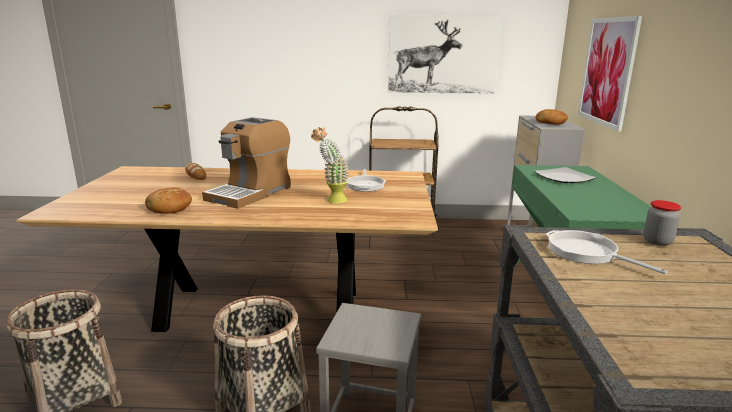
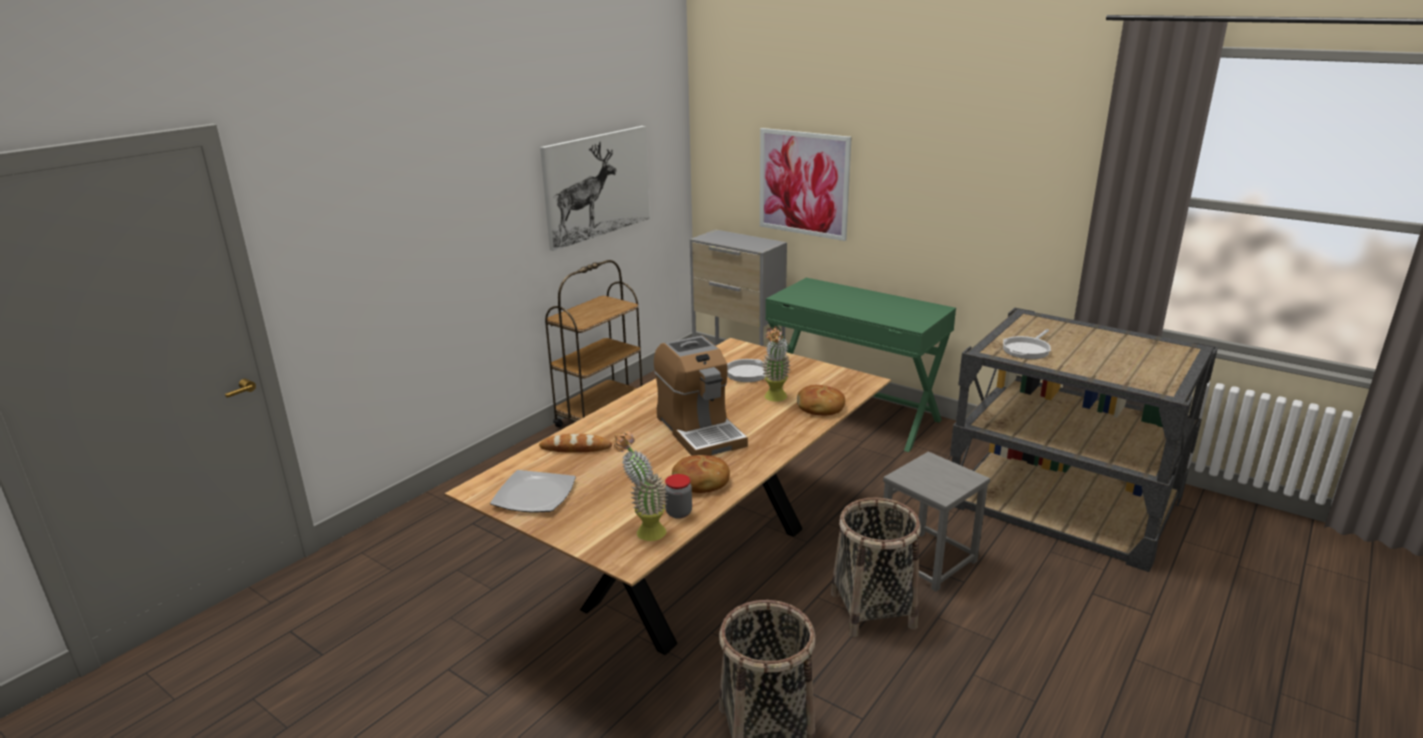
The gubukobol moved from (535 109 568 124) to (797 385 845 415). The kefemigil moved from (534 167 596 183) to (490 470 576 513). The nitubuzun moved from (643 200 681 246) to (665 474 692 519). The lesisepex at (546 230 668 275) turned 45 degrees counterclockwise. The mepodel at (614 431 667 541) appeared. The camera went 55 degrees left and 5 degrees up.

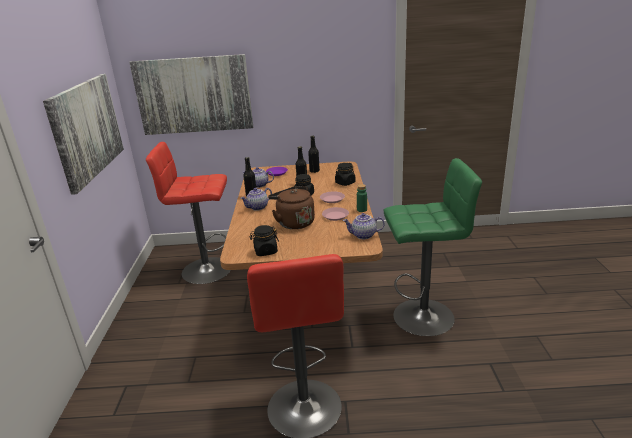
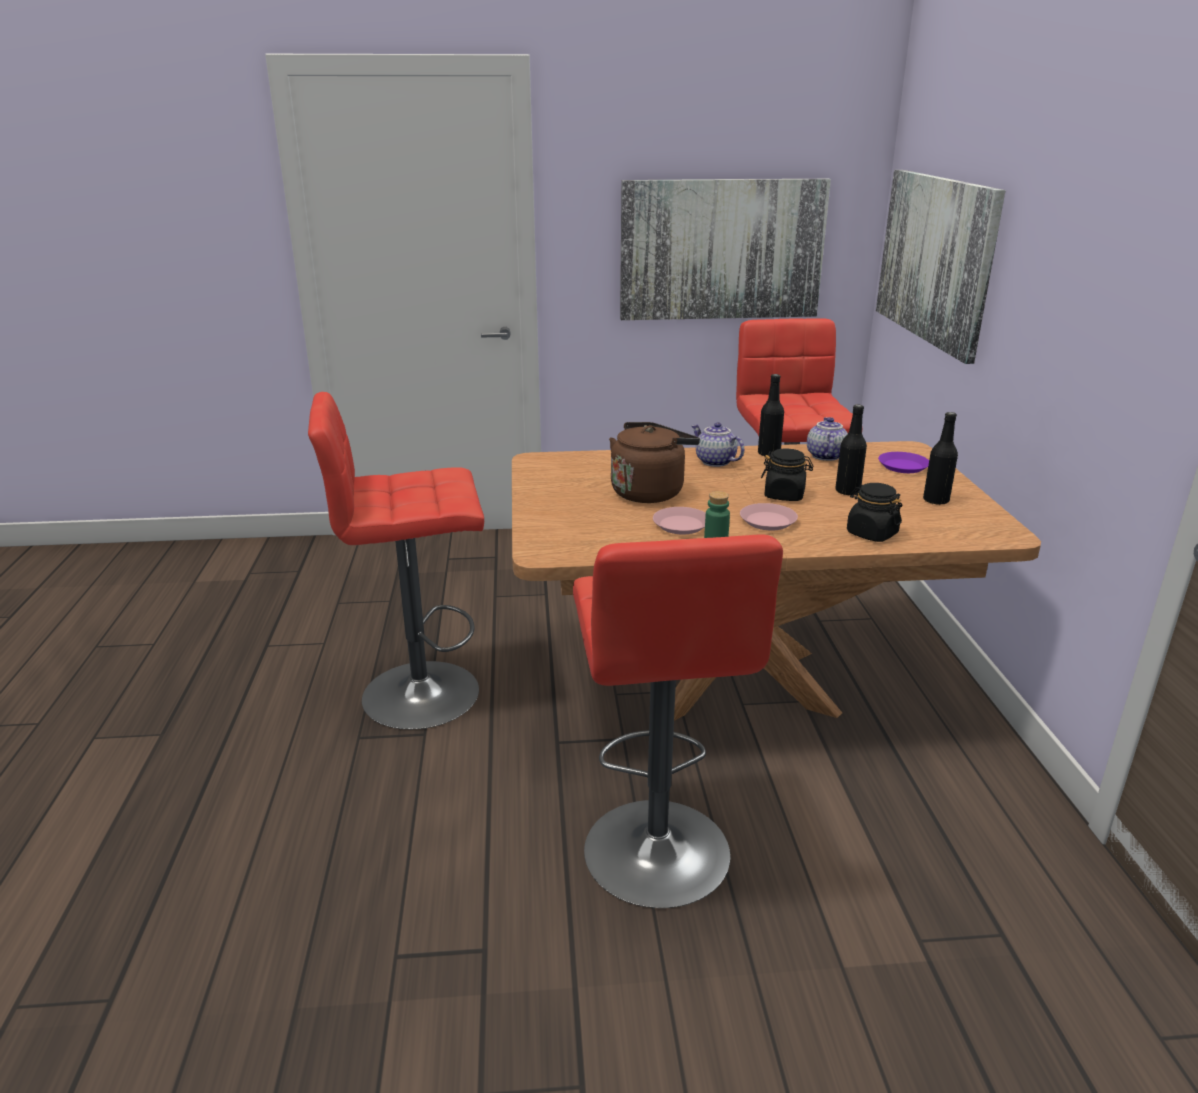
The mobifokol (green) at (384 158 482 336) became the mobifokol (red) at (573 534 783 908). The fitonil at (343 213 385 239) disappeared. The nitubuzun (black) at (249 225 279 256) disappeared. The camera went 85 degrees right and 0 degrees up.

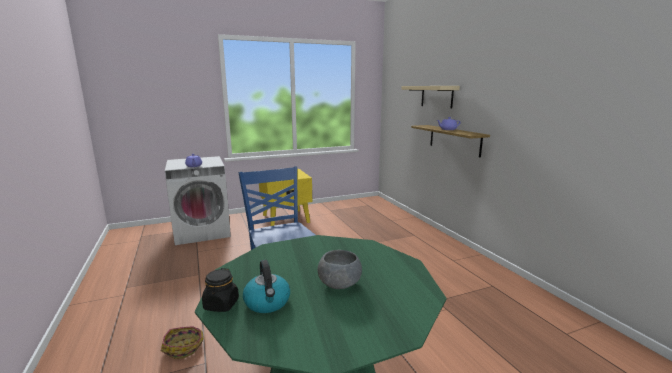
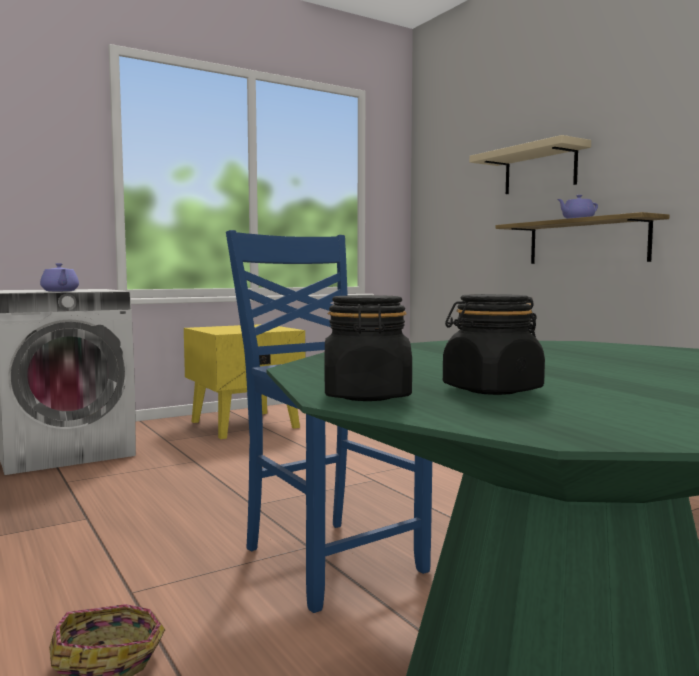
The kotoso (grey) at (318 250 362 289) disappeared. The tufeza at (243 260 290 313) was replaced by the nitubuzun (black) at (443 294 545 395). The camera went 10 degrees left and 10 degrees down.

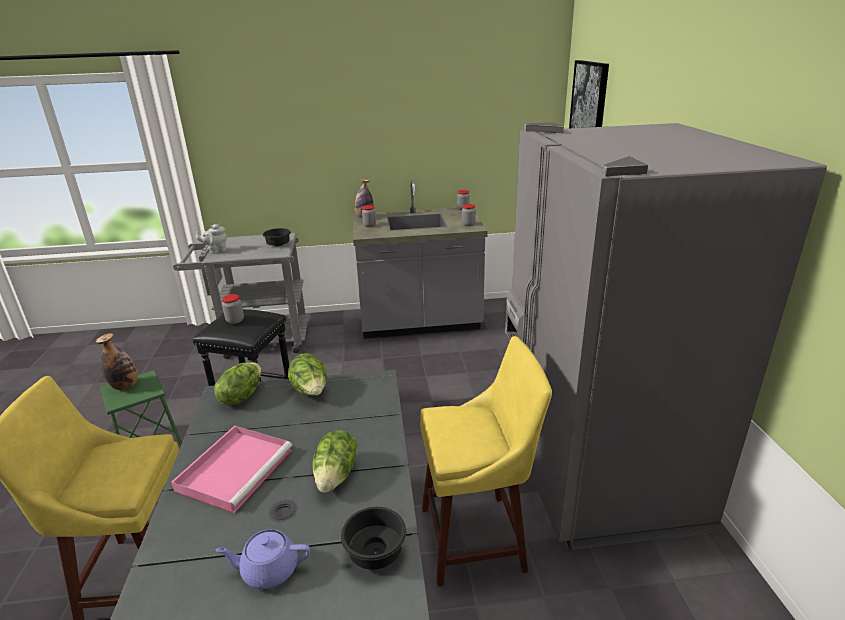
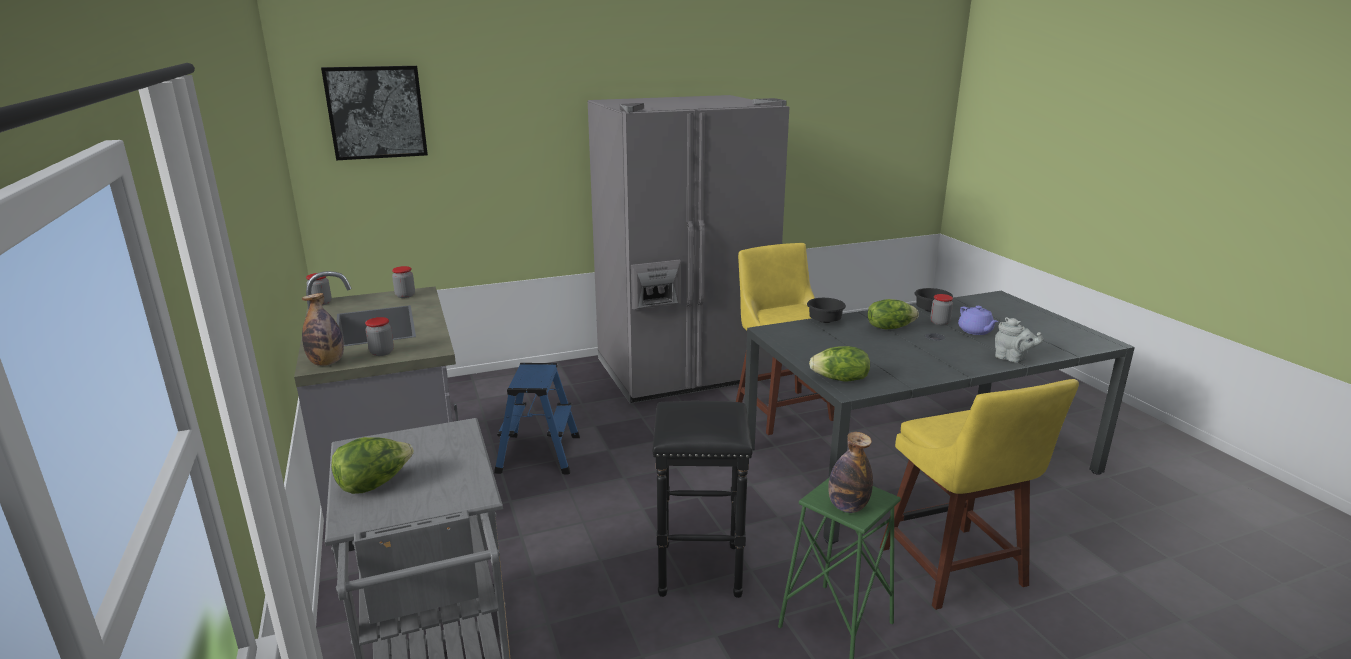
The fitonil (grey) moved from (196 224 227 254) to (995 317 1044 363). The kotoso (black) moved from (263 228 291 246) to (807 298 846 323). The nitubuzun moved from (222 294 244 324) to (930 294 953 326). The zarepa moved from (288 353 327 396) to (331 437 414 494). The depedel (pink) at (171 426 292 513) disappeared. The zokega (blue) at (494 363 580 475) appeared. The camera went 105 degrees left and 5 degrees down.

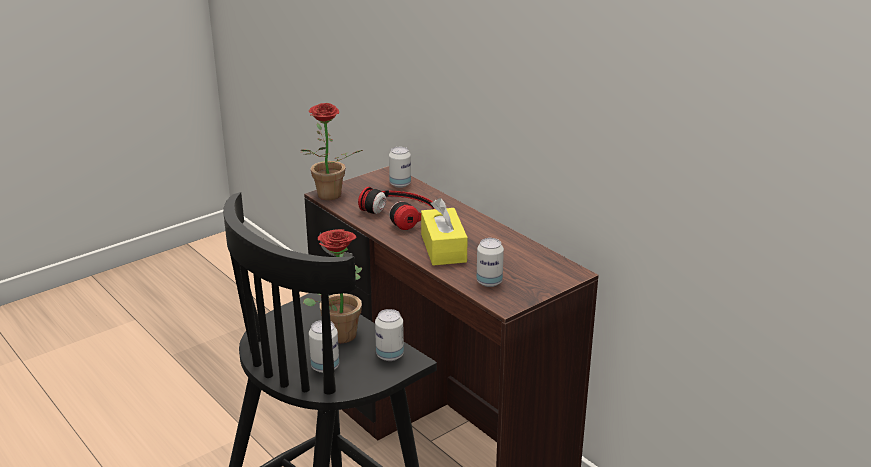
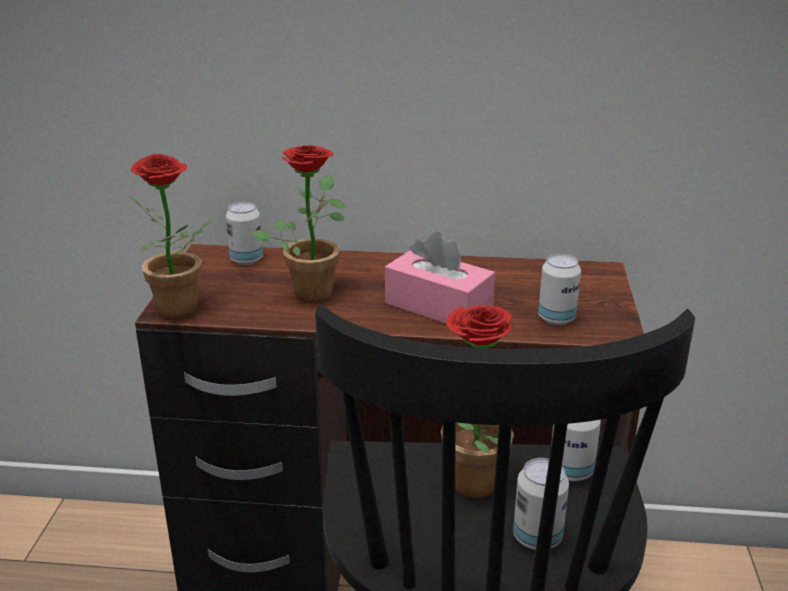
The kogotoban at (358 187 435 230) was replaced by the mepodel at (251 145 346 303). The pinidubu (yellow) at (421 198 468 266) became the pinidubu (pink) at (385 232 495 323). The camera went 45 degrees left and 0 degrees up.

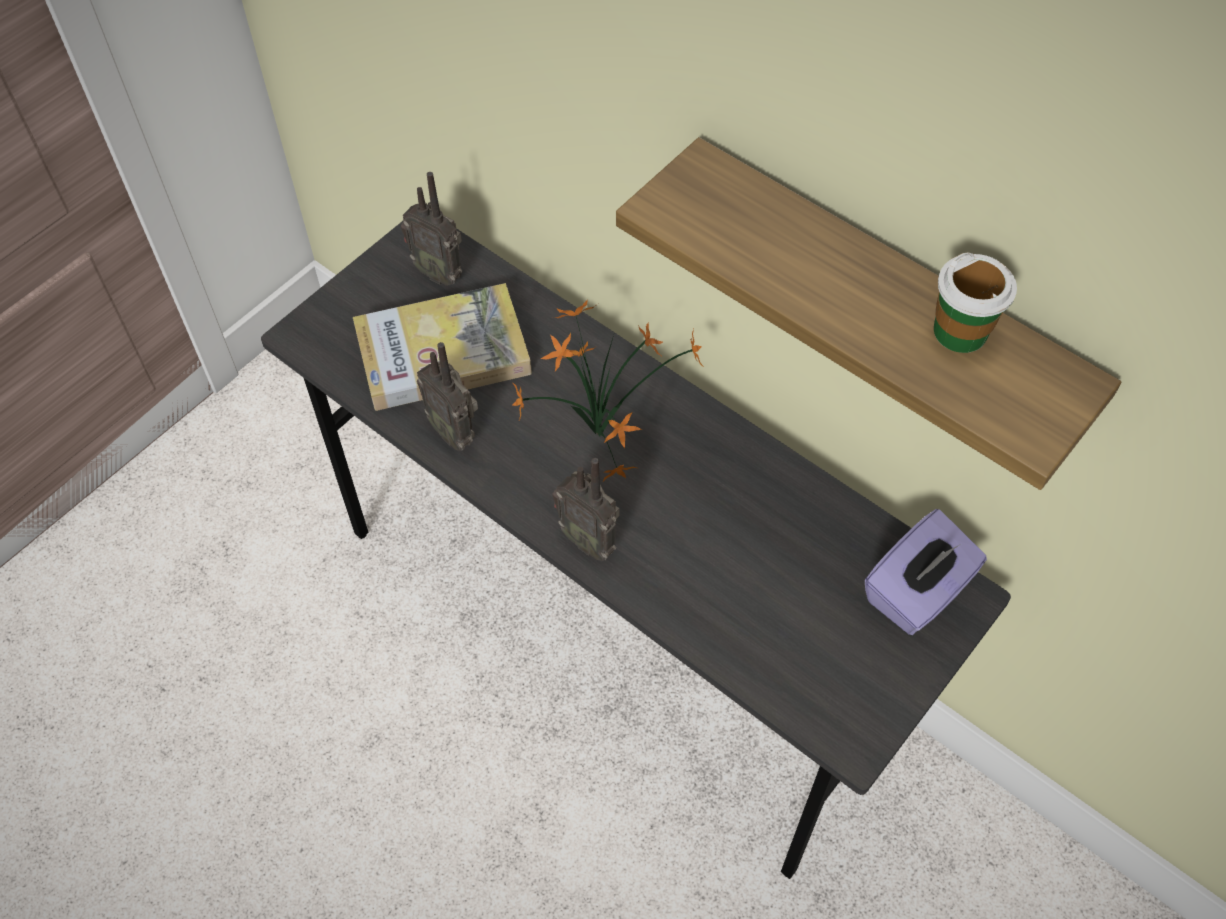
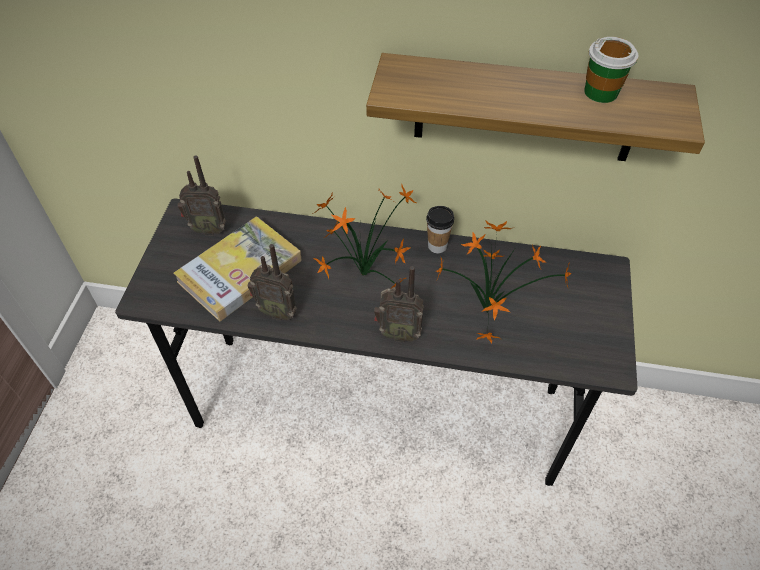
The pinidubu (purple) at (865 509 987 635) disappeared. The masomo at (426 206 454 253) appeared. The mepodel at (435 220 571 343) appeared. The camera went 30 degrees left and 5 degrees down.

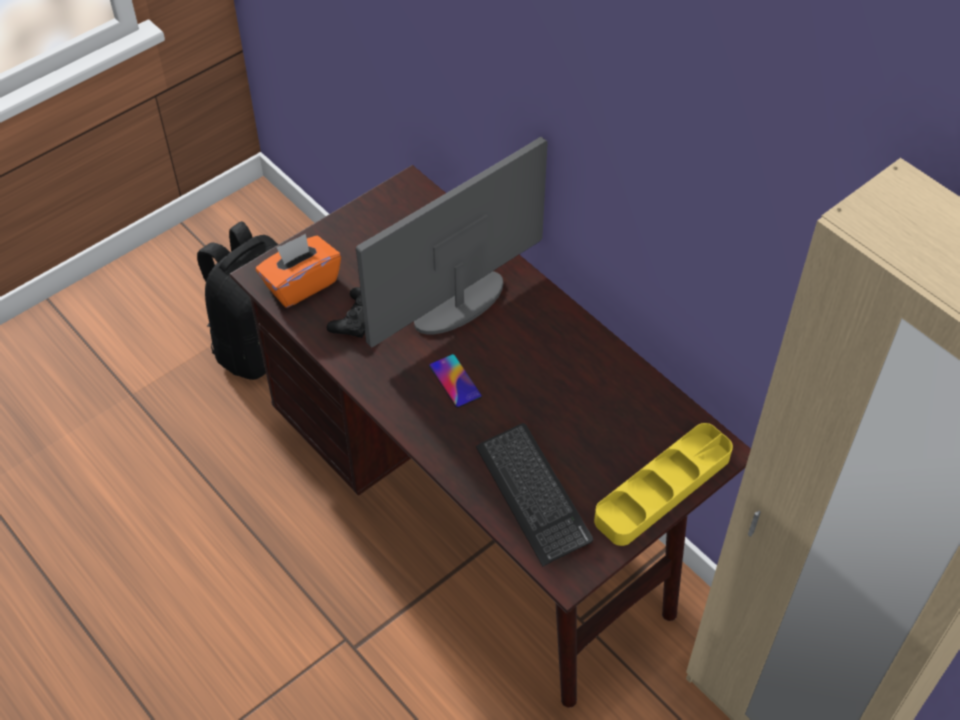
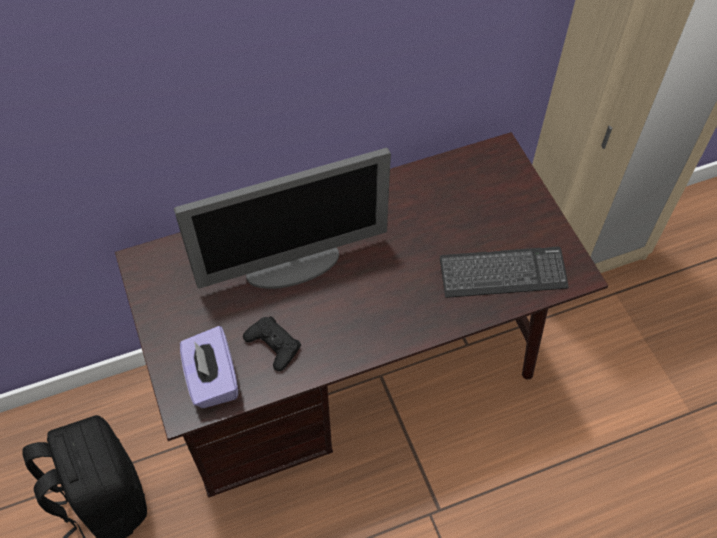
The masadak at (356 137 548 348) turned 90 degrees counterclockwise. The pinidubu (orange) at (256 234 341 308) became the pinidubu (purple) at (180 326 238 408). The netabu at (429 354 482 408) disappeared. The depedel (yellow) at (594 423 733 546) disappeared. The camera went 70 degrees left and 5 degrees up.

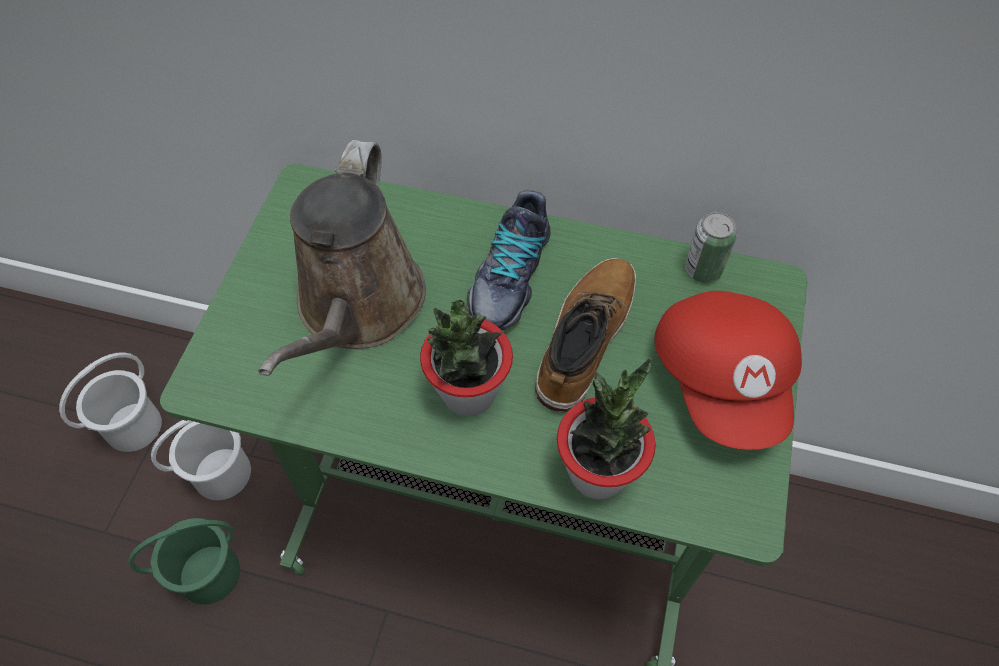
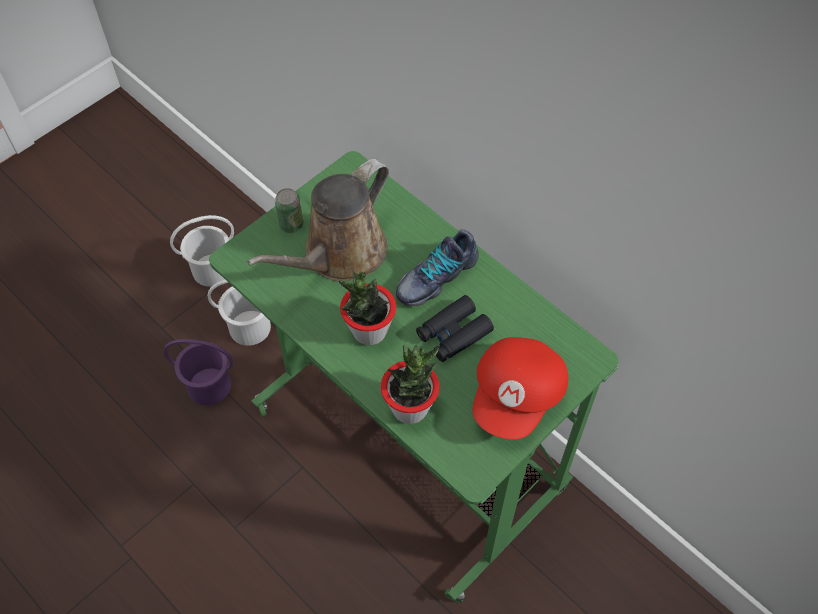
The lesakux moved from (685 211 737 283) to (275 188 303 233). The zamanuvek at (535 258 636 412) was replaced by the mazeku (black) at (416 295 494 362). The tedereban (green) at (129 518 240 605) became the tedereban (purple) at (164 339 233 406). The camera went 30 degrees right and 0 degrees up.

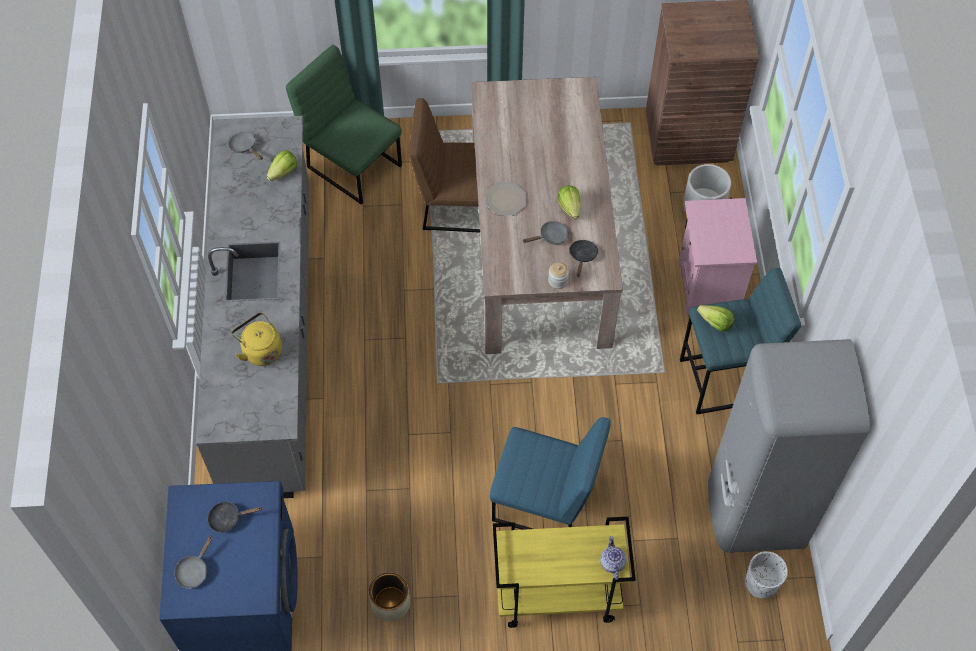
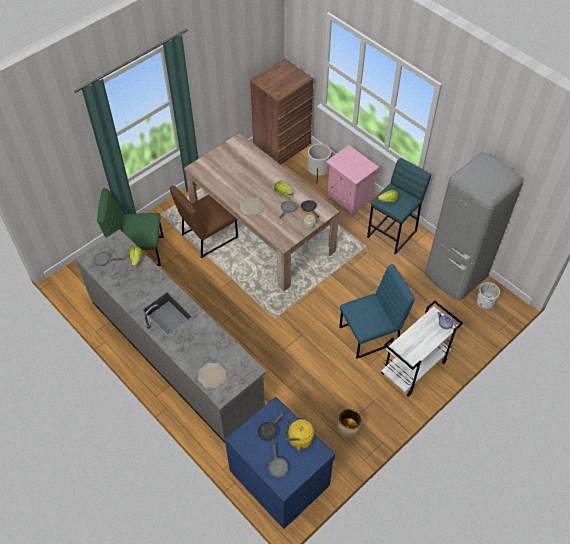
The tufeza (yellow) moved from (232 312 282 366) to (285 417 314 451). The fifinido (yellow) at (493 517 636 628) became the fifinido (white) at (381 301 463 397). The kefemigil at (198 363 227 388) appeared. The camera went 40 degrees left and 5 degrees down.

